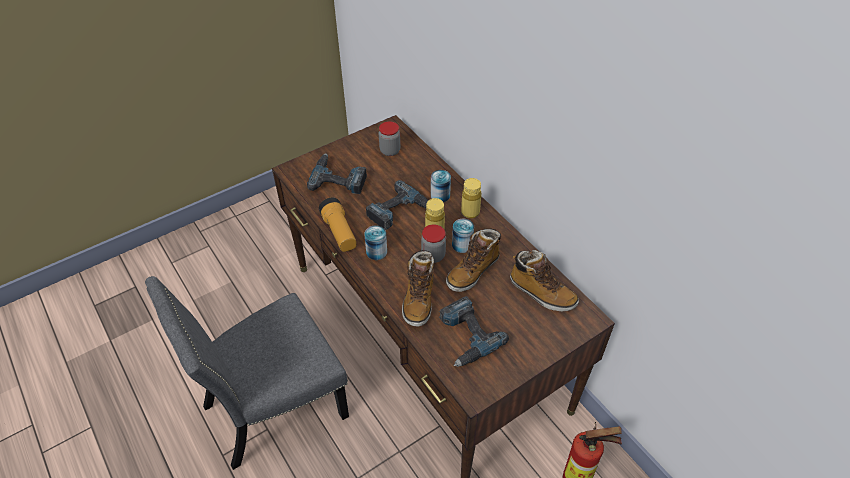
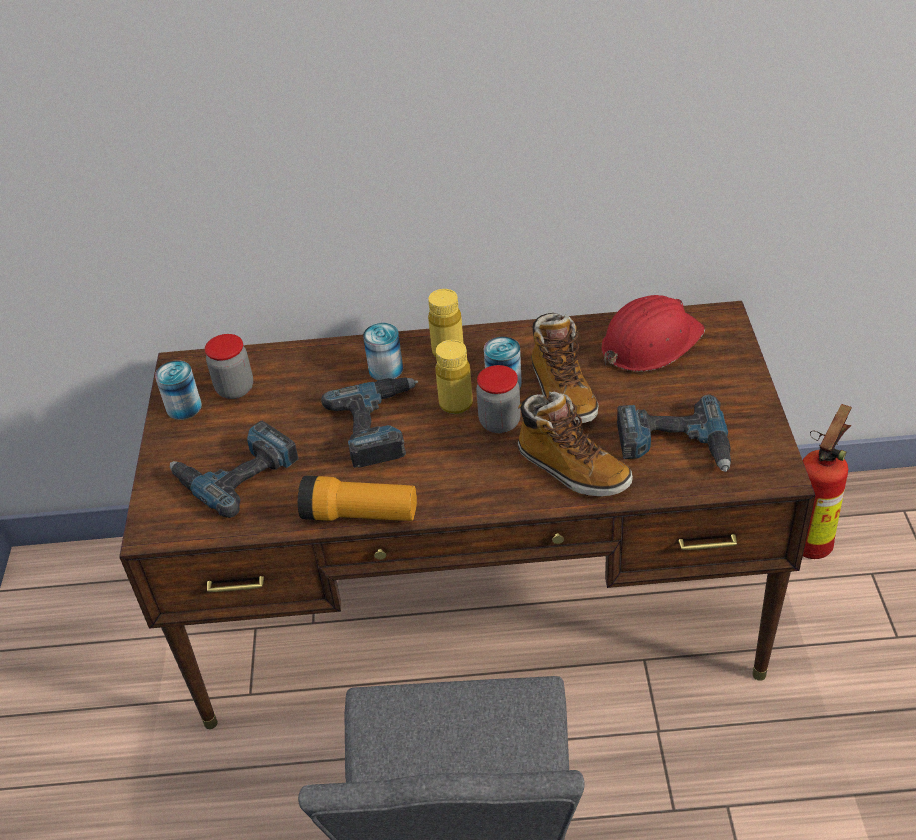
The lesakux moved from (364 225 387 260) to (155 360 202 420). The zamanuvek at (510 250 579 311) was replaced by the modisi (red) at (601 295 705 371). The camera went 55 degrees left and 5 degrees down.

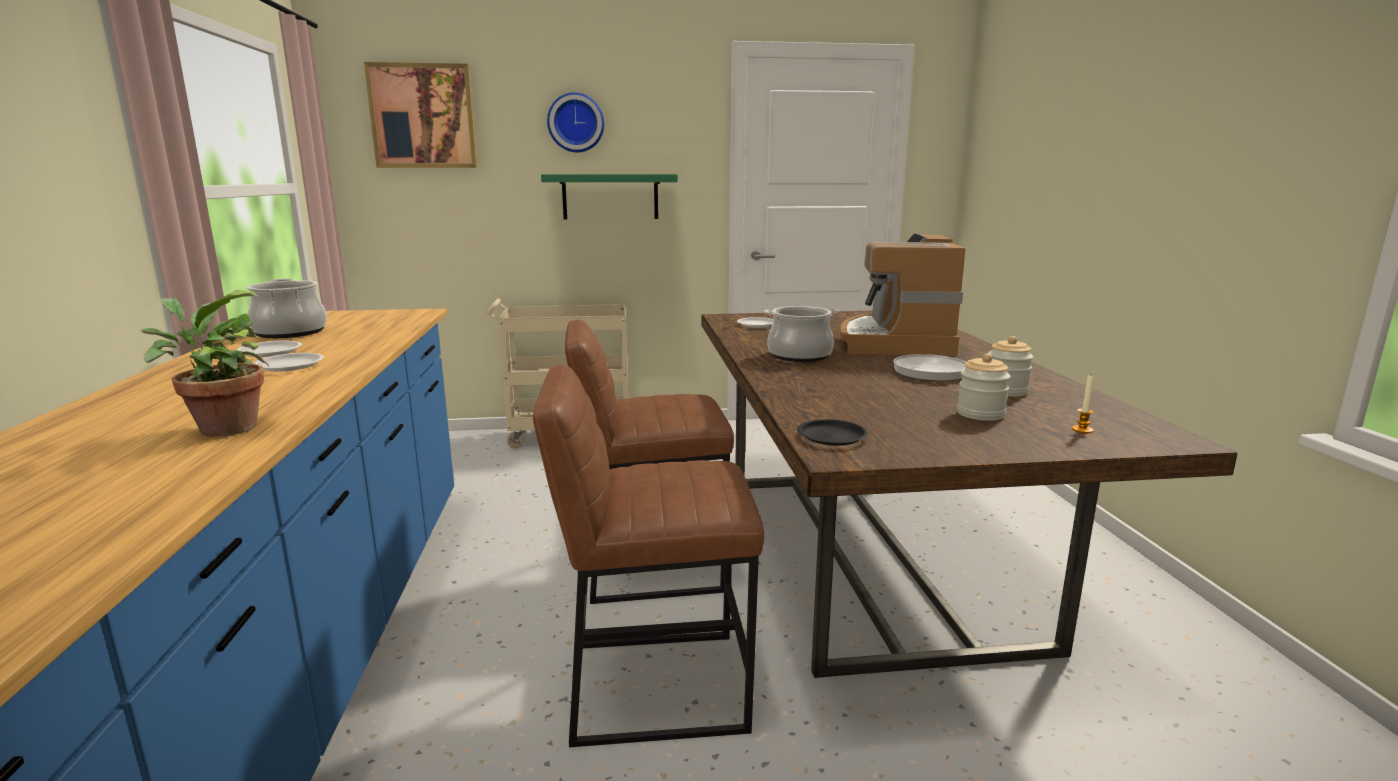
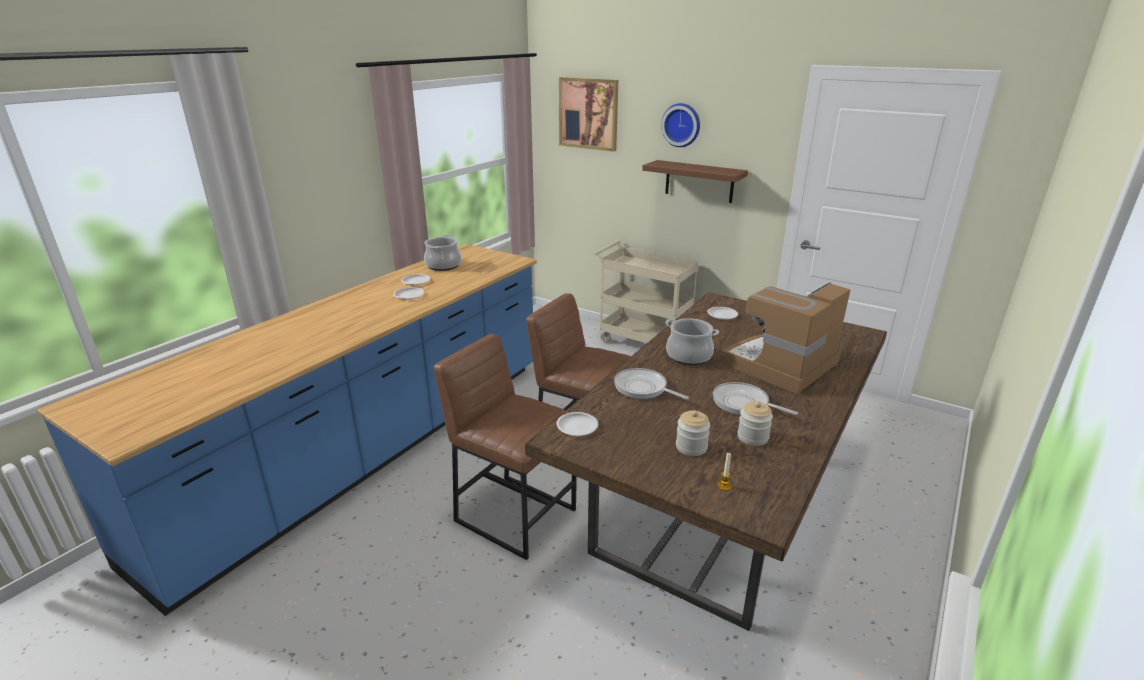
The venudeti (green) at (541 174 678 220) became the venudeti (brown) at (642 160 748 203). The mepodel at (141 290 269 437) disappeared. The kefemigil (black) at (797 419 868 446) became the kefemigil (white) at (557 412 598 436). The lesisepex at (614 368 689 399) appeared. The camera went 40 degrees right and 10 degrees up.

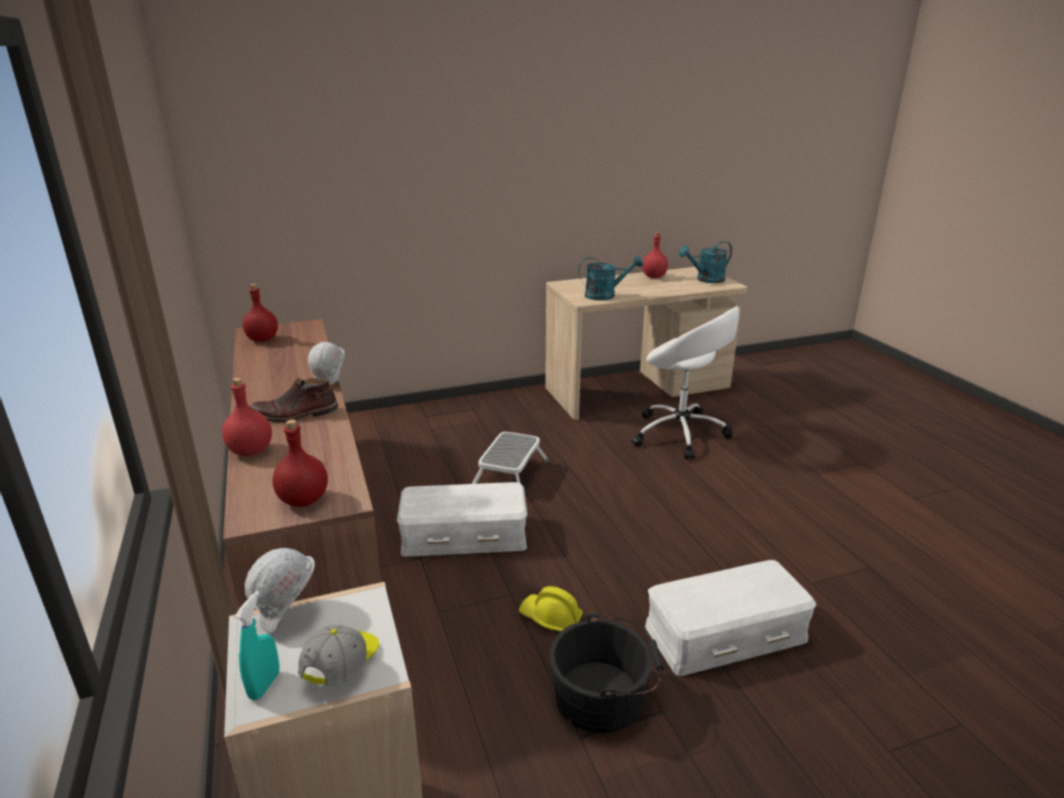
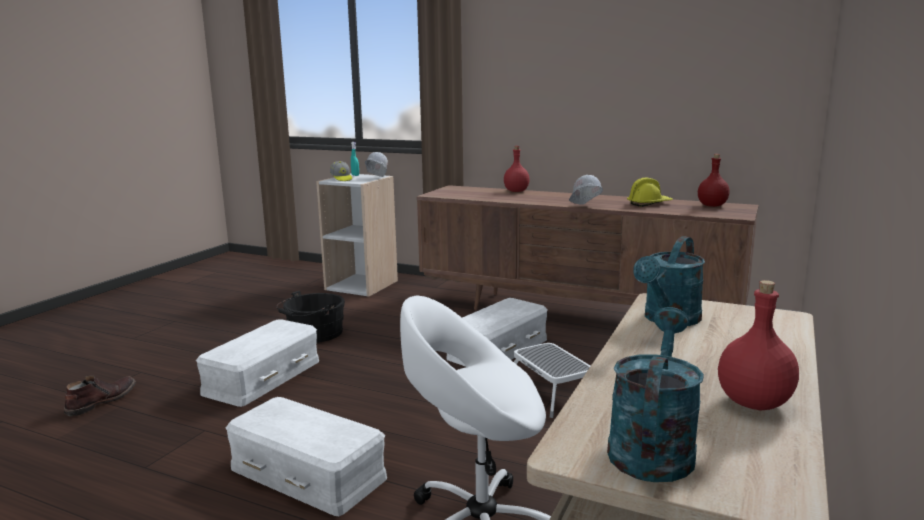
The zamanuvek (brown) moved from (250 378 338 422) to (64 375 136 416). The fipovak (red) at (272 419 328 507) disappeared. The modisi (yellow) moved from (519 586 583 634) to (627 178 673 207). The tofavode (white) at (226 397 387 516) appeared. The camera went 135 degrees right and 10 degrees down.

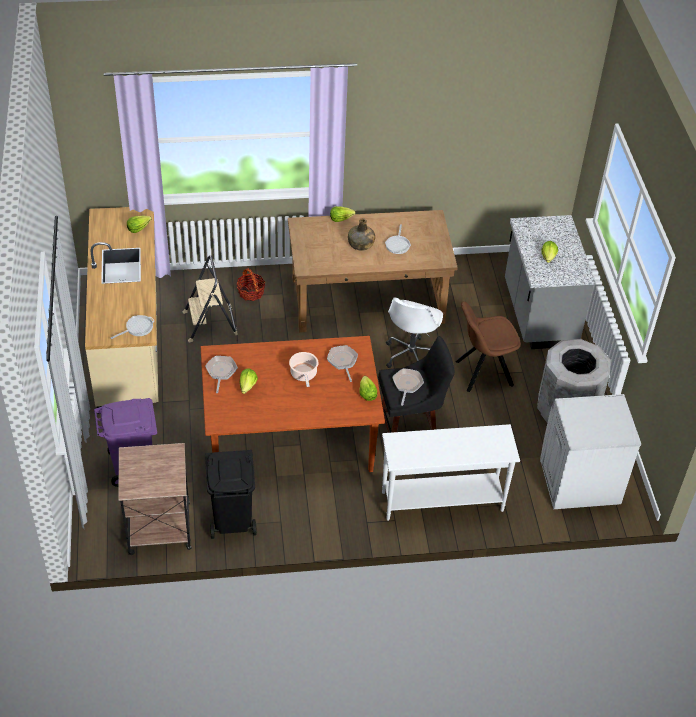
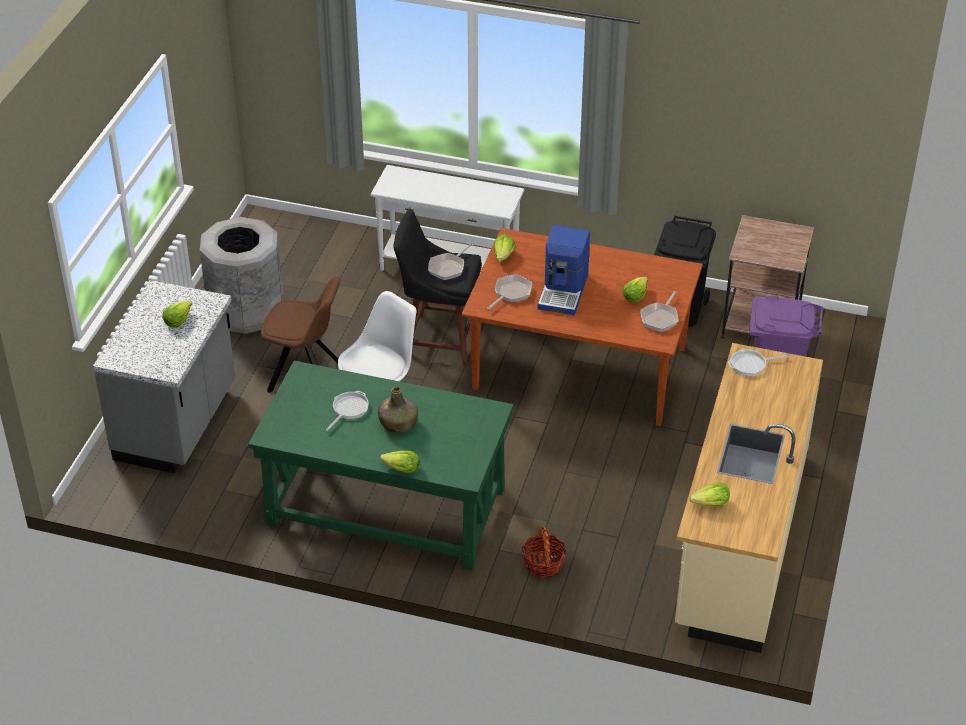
The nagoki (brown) at (288 210 458 332) became the nagoki (green) at (248 361 513 571). The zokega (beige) at (183 255 238 343) disappeared. The lesisepex at (327 345 358 382) turned 150 degrees counterclockwise. The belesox at (289 352 319 387) was replaced by the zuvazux at (538 225 590 315). The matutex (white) at (540 394 641 509) disappeared. The camera went 155 degrees left and 5 degrees down.

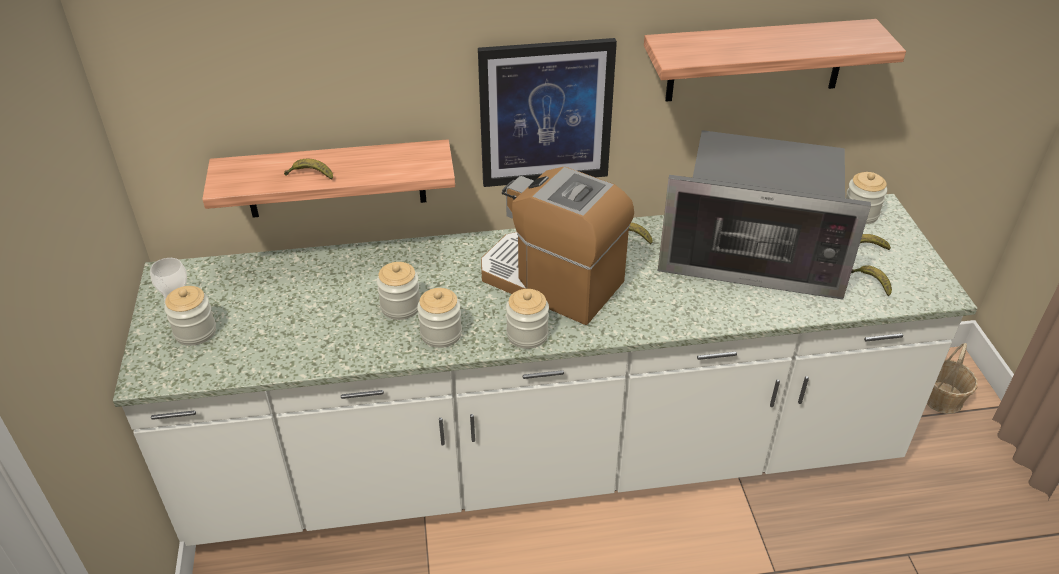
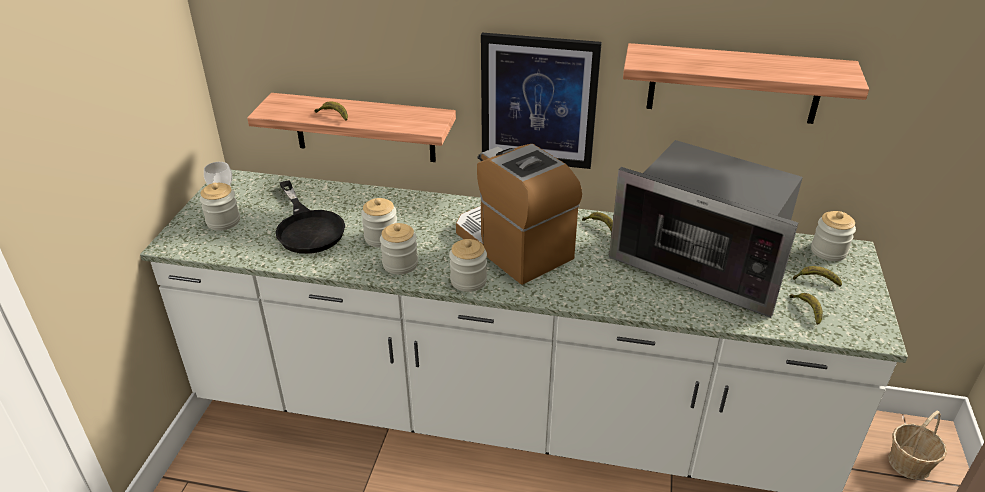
The lesisepex (black) at (276 180 345 254) appeared. The camera went 20 degrees right and 5 degrees down.

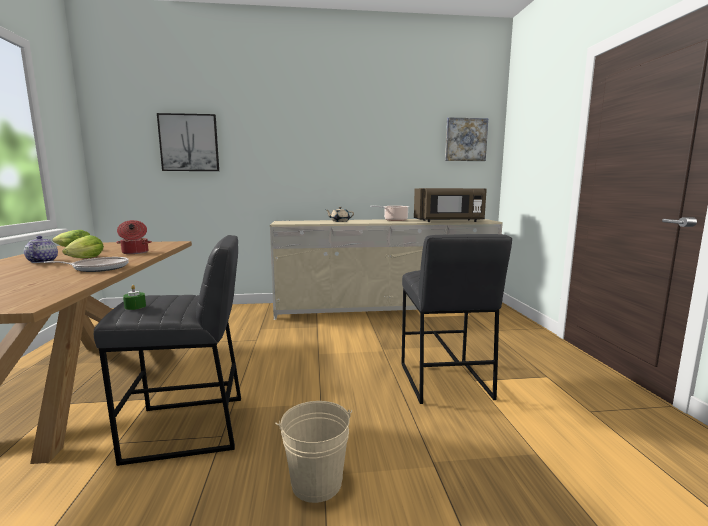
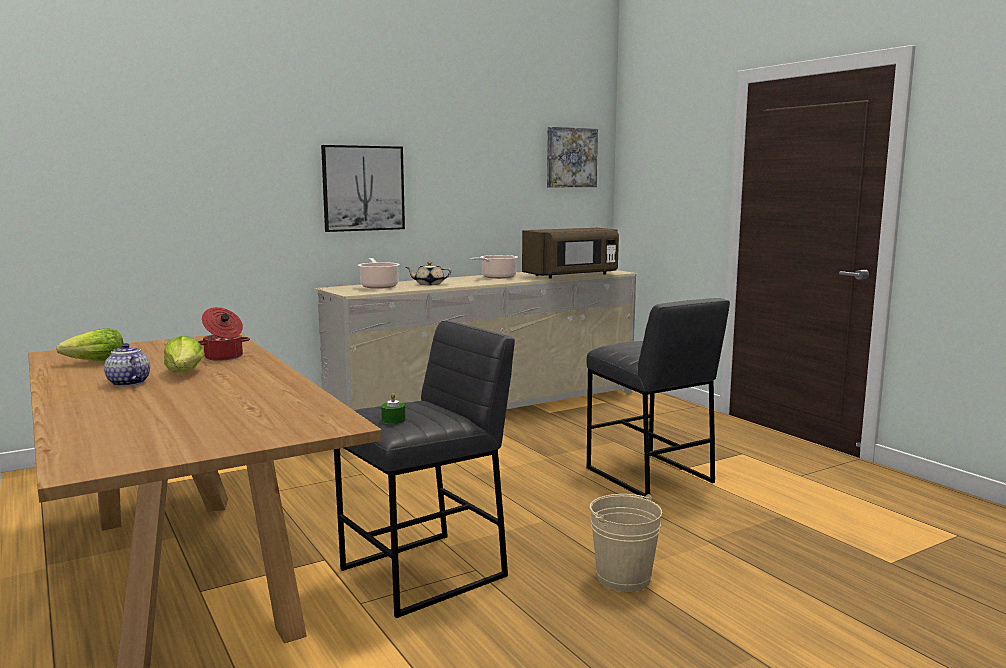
The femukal moved from (157 113 219 171) to (321 145 405 232). The lesisepex at (44 257 129 272) disappeared. The belesox at (358 258 400 289) appeared. The camera went 25 degrees left and 0 degrees up.

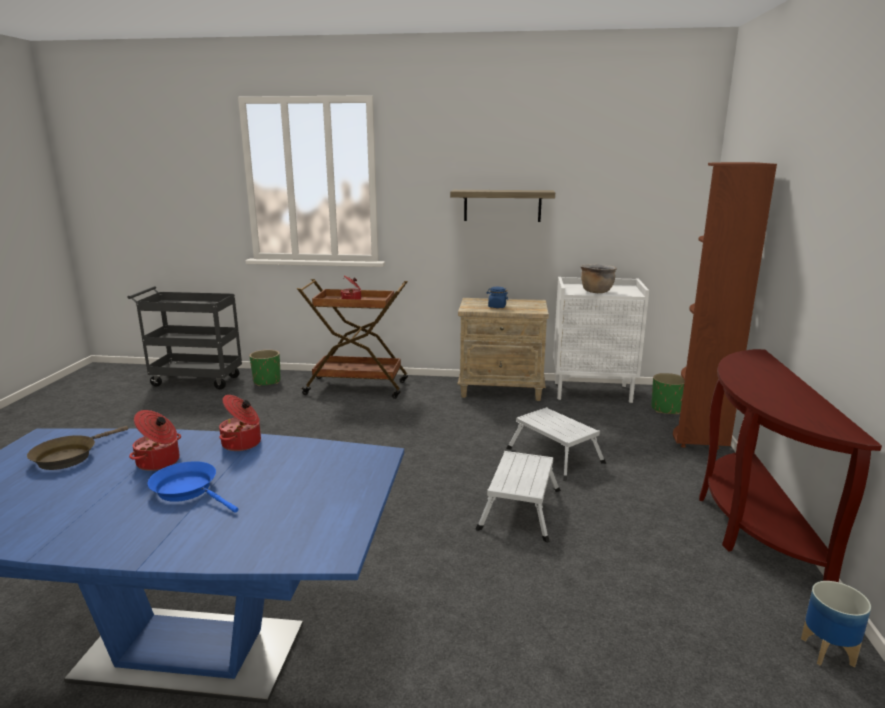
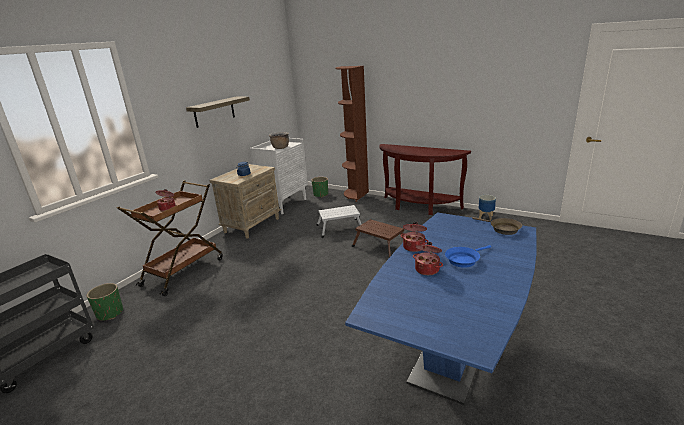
The lesisepex (brown) moved from (27 426 128 470) to (472 217 522 235). The zokega (white) at (476 451 561 543) became the zokega (brown) at (351 219 404 258). The camera went 65 degrees left and 5 degrees up.

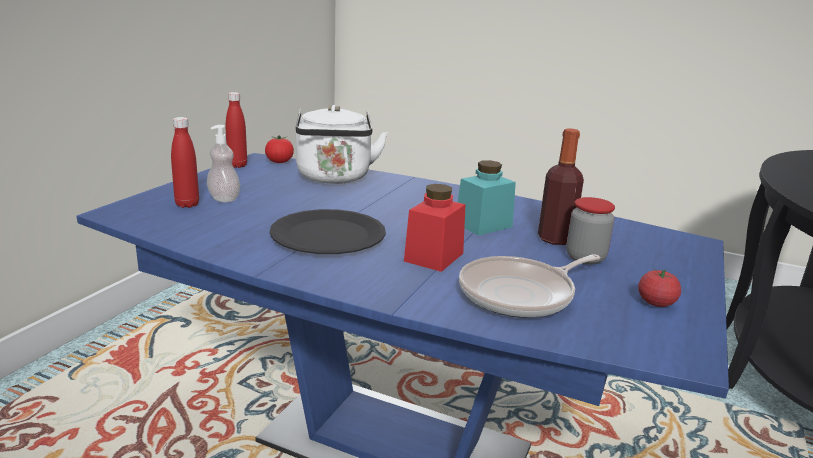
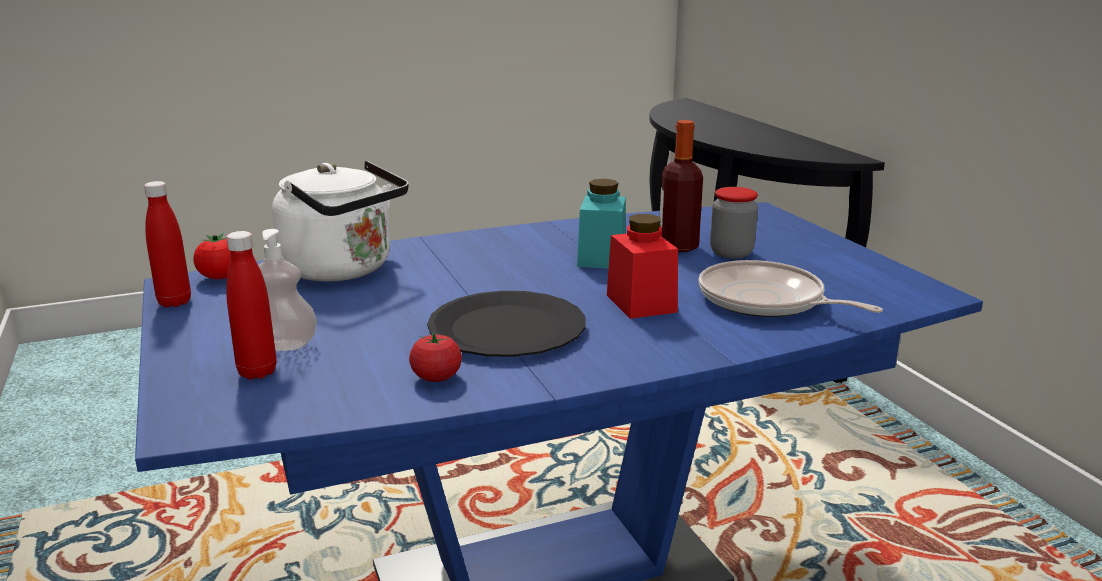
The lesisepex at (459 254 600 318) turned 120 degrees clockwise. The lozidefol moved from (638 269 681 307) to (409 332 462 382). The camera went 45 degrees left and 0 degrees up.

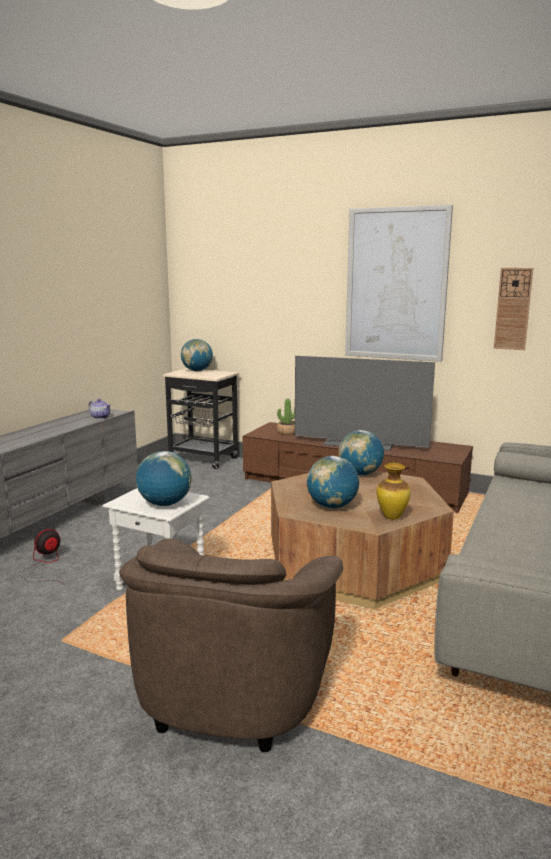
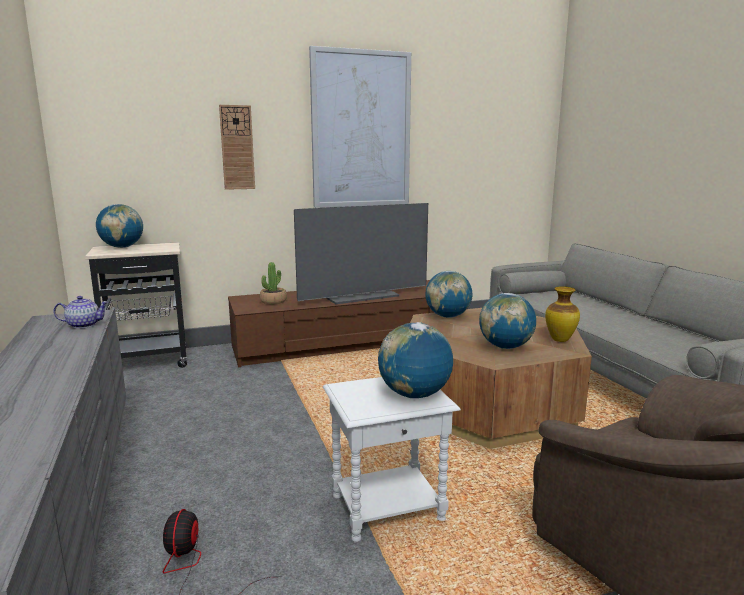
The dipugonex moved from (494 268 533 350) to (219 105 255 190). The camera went 45 degrees left and 0 degrees up.

